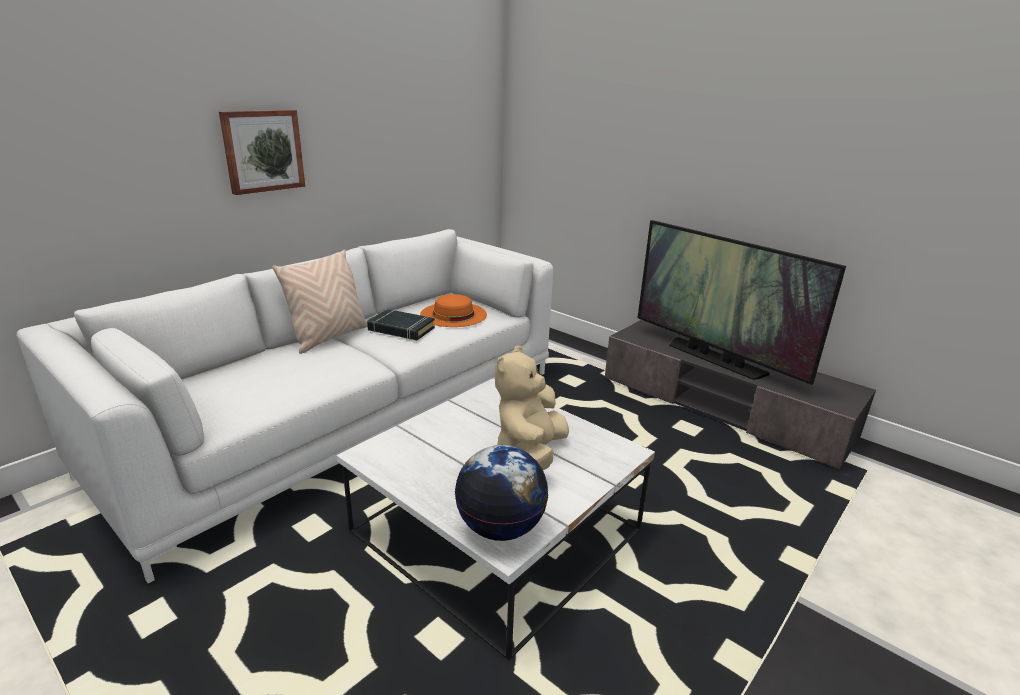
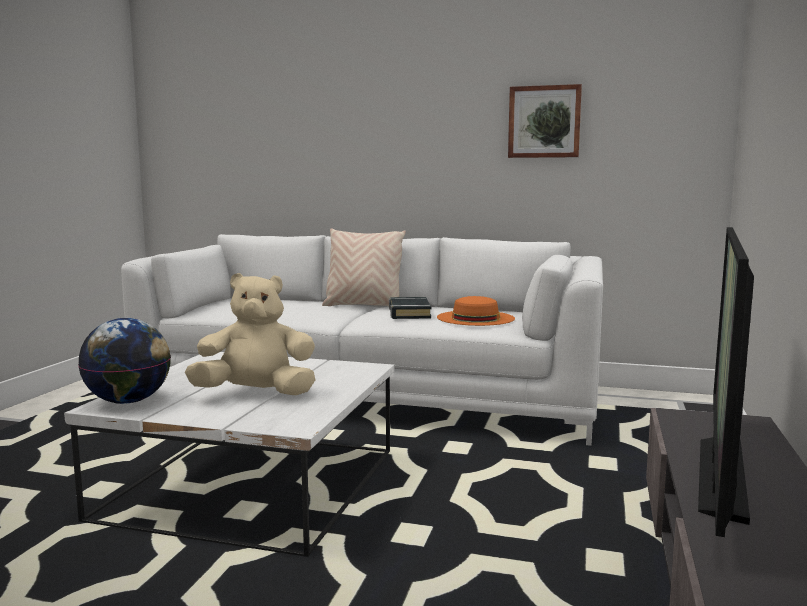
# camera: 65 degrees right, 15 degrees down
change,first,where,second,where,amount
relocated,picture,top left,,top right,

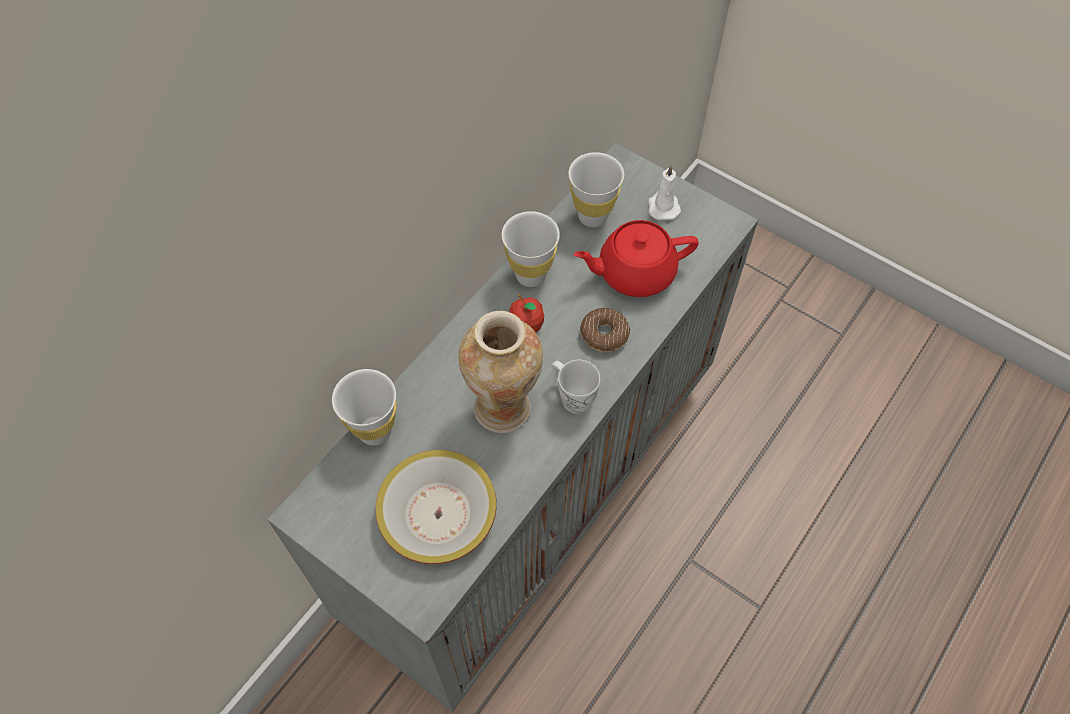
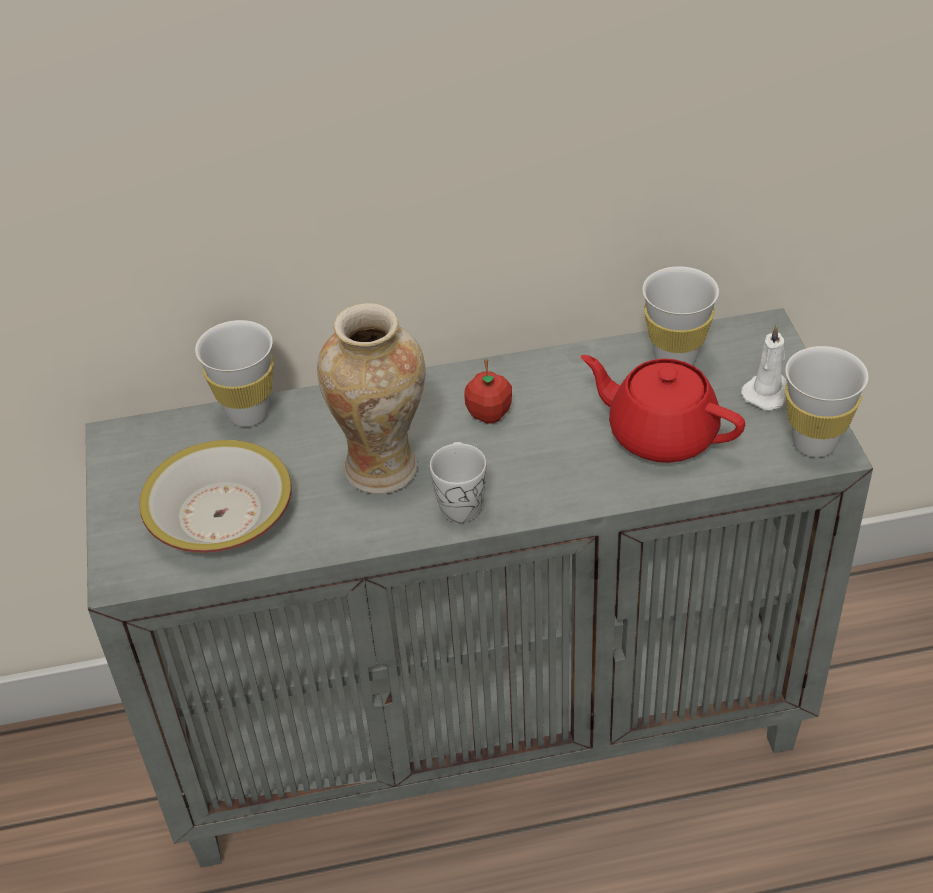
# camera: 45 degrees right, 15 degrees down
change,first,where,second,where,amount
relocated,whitish cup (no. 2 from left in the first image),centre,whitish cup (no. 3 from left),middle right,
missing,donut,centre,,,

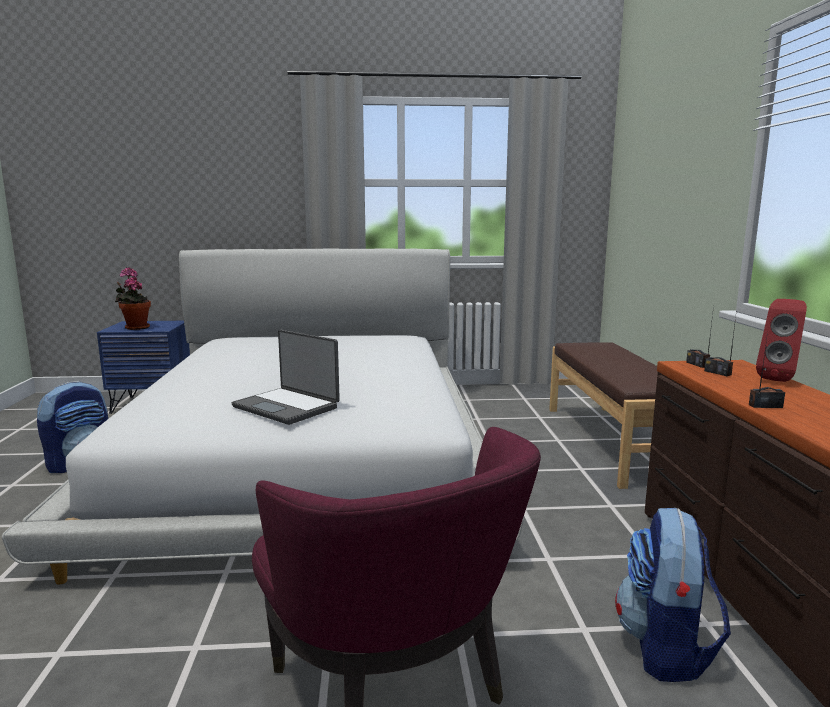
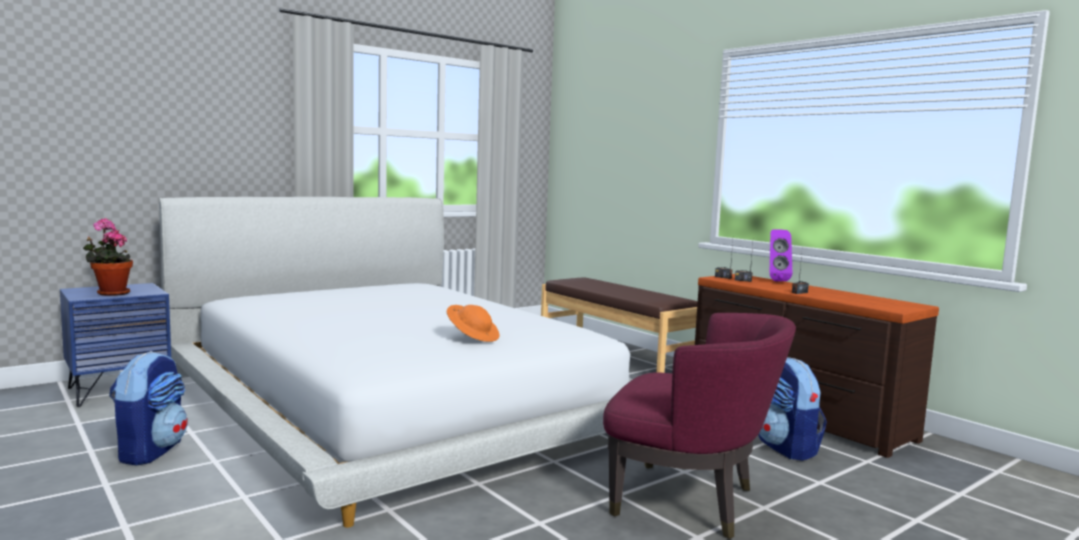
# camera: 35 degrees left, 5 degrees down
change,first,where,second,where,amount
exchanged,portable computer,centre,orange clothing hat,centre,
colour,red audio speaker,middle right,purple-coloured audio speaker,middle right,

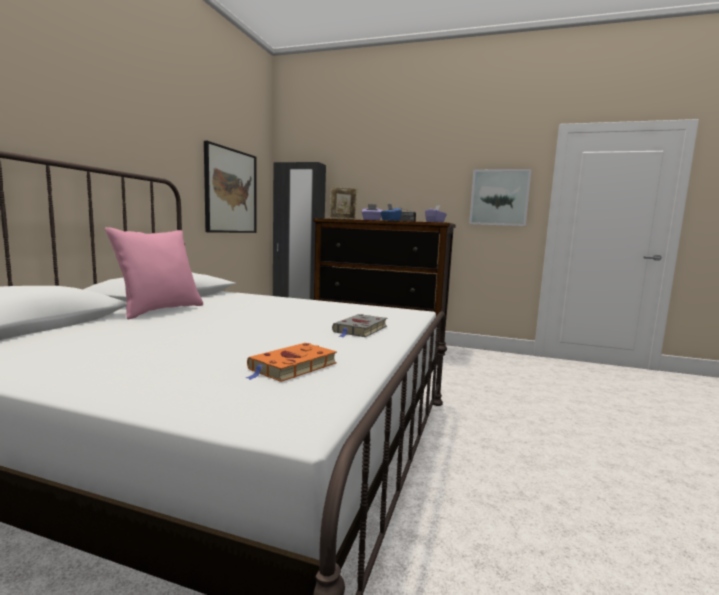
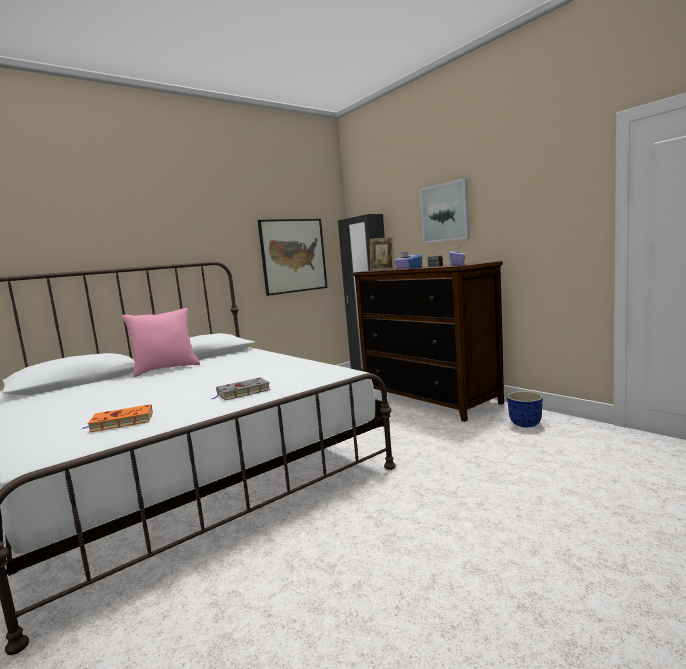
# camera: 35 degrees right, 0 degrees up
change,first,where,second,where,amount
relocated,picture (no. 2 from left),top right,,top centre,
appeared,,,plant pot,middle right,

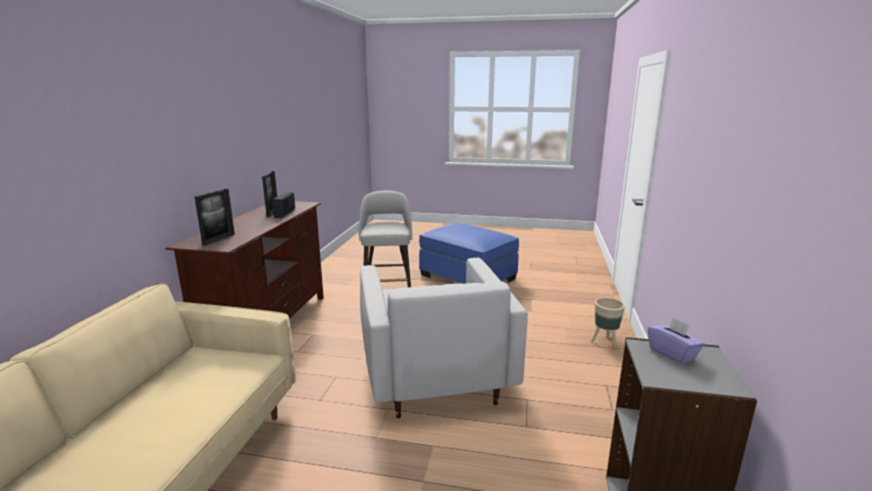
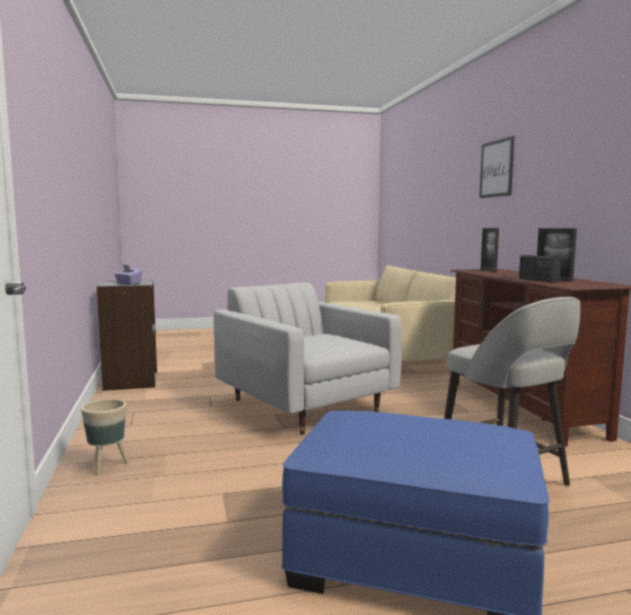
# camera: 155 degrees right, 10 degrees down
change,first,where,second,where,amount
appeared,,,picture,top right,

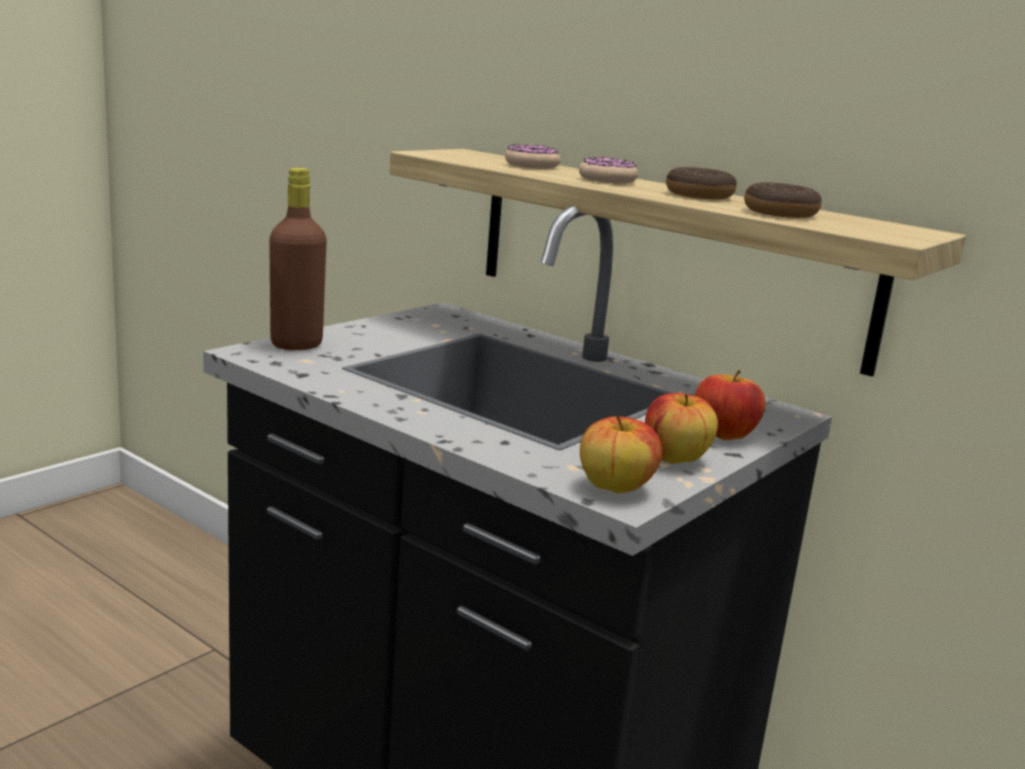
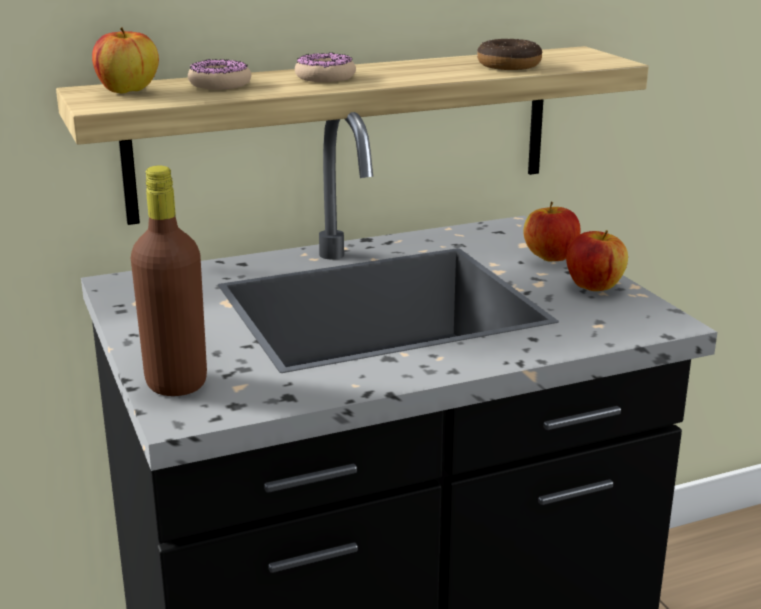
# camera: 60 degrees left, 5 degrees up
change,first,where,second,where,amount
relocated,apple (no. 1 from left),centre,,top left,
missing,donut (no. 3 from left),top right,,,

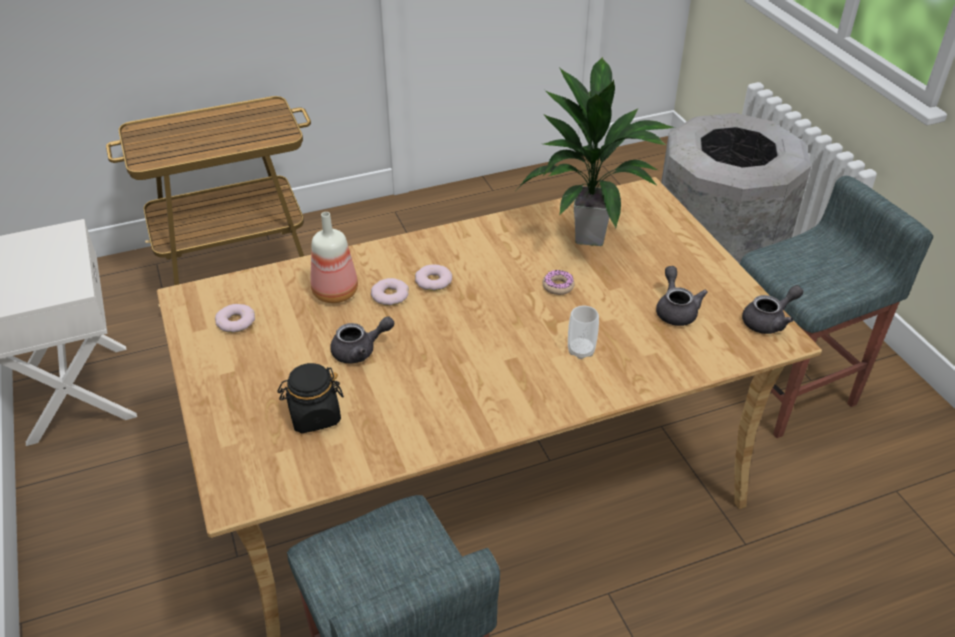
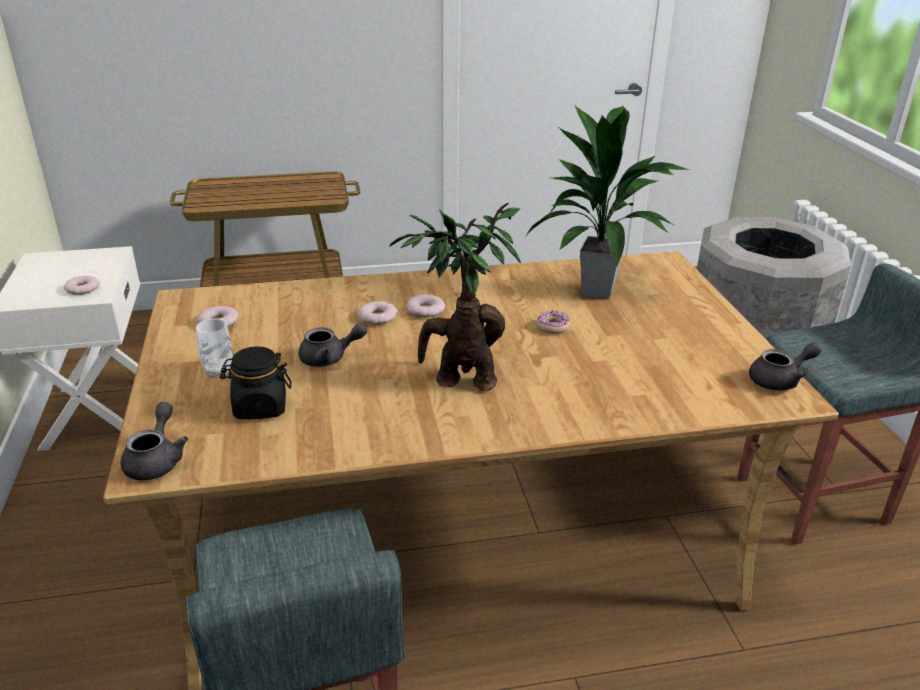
# camera: 10 degrees right, 10 degrees down
change,first,where,second,where,amount
missing,beverage bottle,centre,,,
relocated,cup,centre,,middle left,
relocated,greyish tea pot (no. 2 from left in the first image),middle right,greyish tea pot (no. 1 from left),middle left,
appeared,,,donut (no. 1 from left),middle left,
appeared,,,plant in a pot (no. 1 from left),centre,

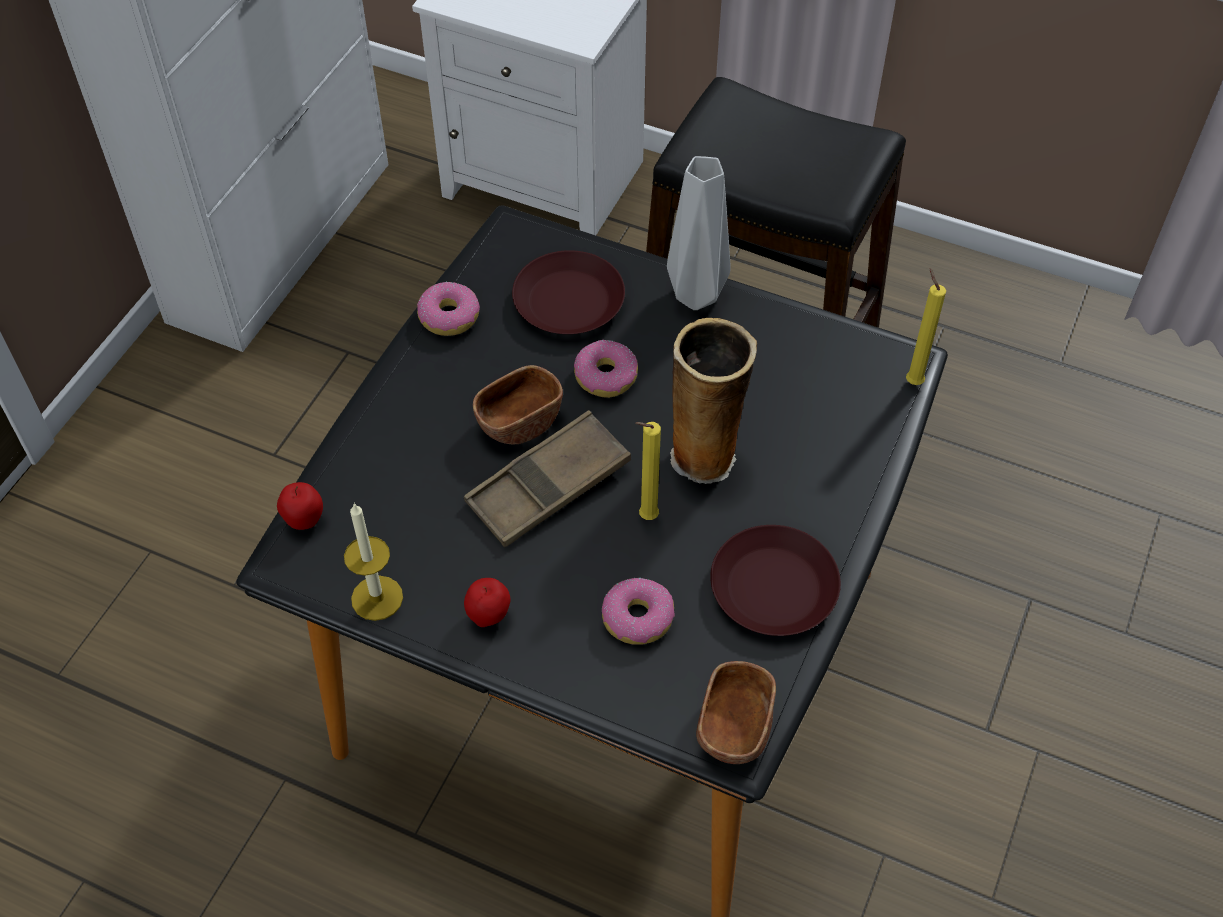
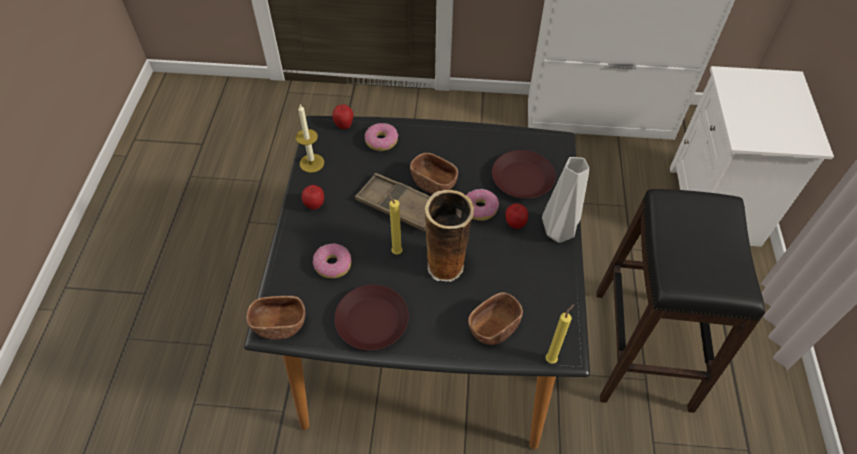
# camera: 70 degrees right, 0 degrees up
change,first,where,second,where,amount
relocated,donut (no. 1 from left in the first image),centre,donut (no. 2 from left),top centre,
appeared,,,brownish serving bowl (no. 3 from left),bottom centre,
appeared,,,apple (no. 3 from left),centre,

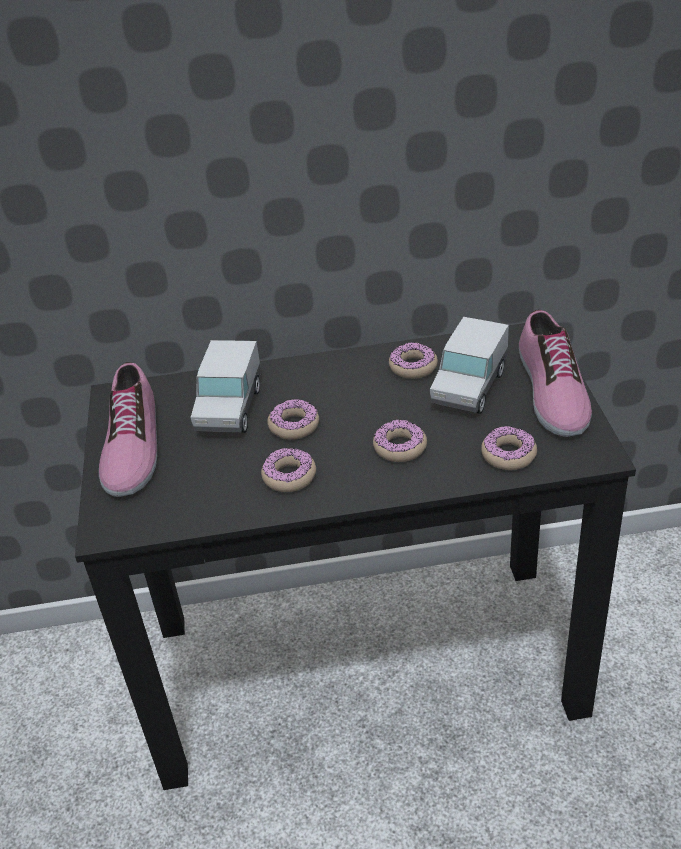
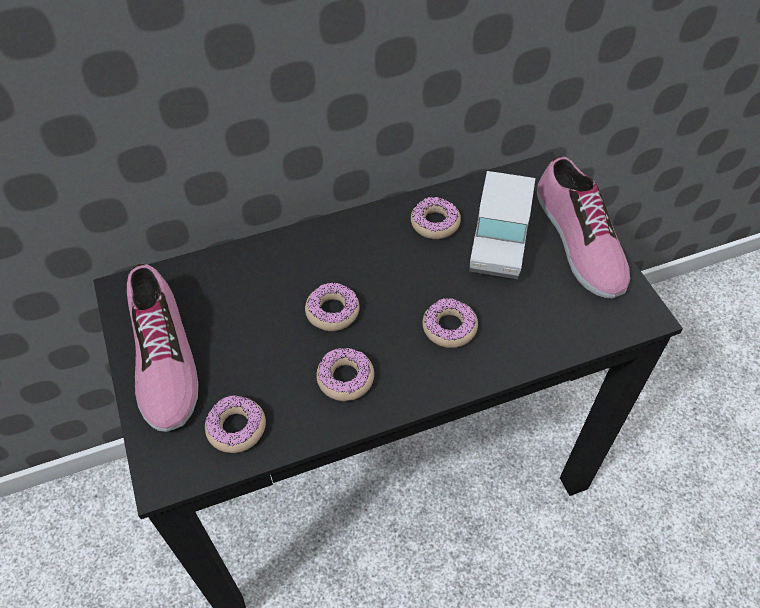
# camera: 15 degrees left, 15 degrees up
change,first,where,second,where,amount
missing,toy lorry (no. 1 from left),middle left,,,
relocated,donut (no. 5 from left in the first image),middle right,donut (no. 1 from left),bottom left,

